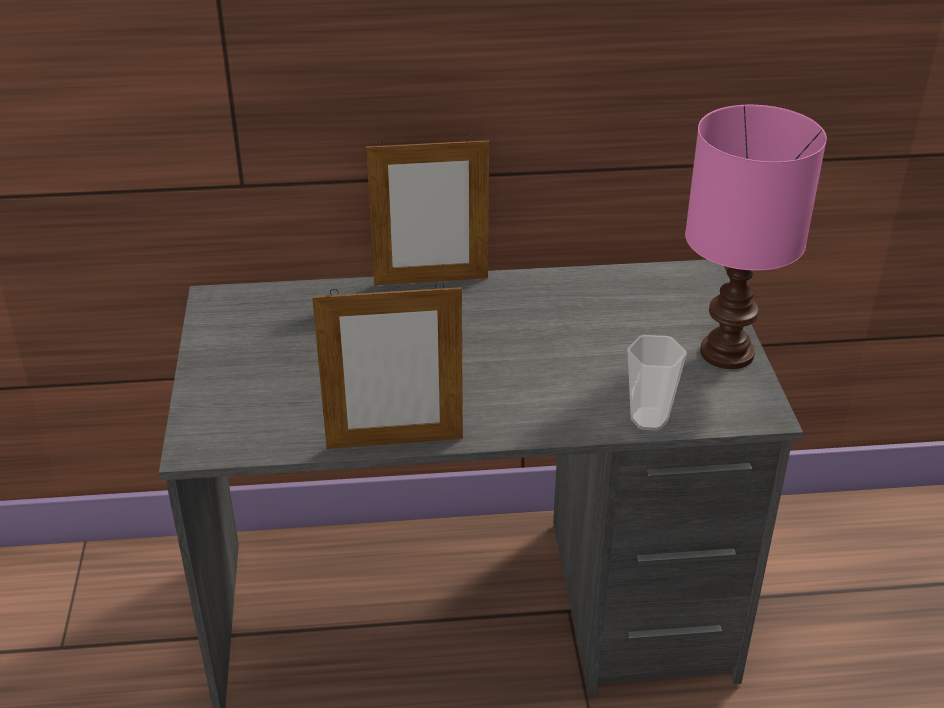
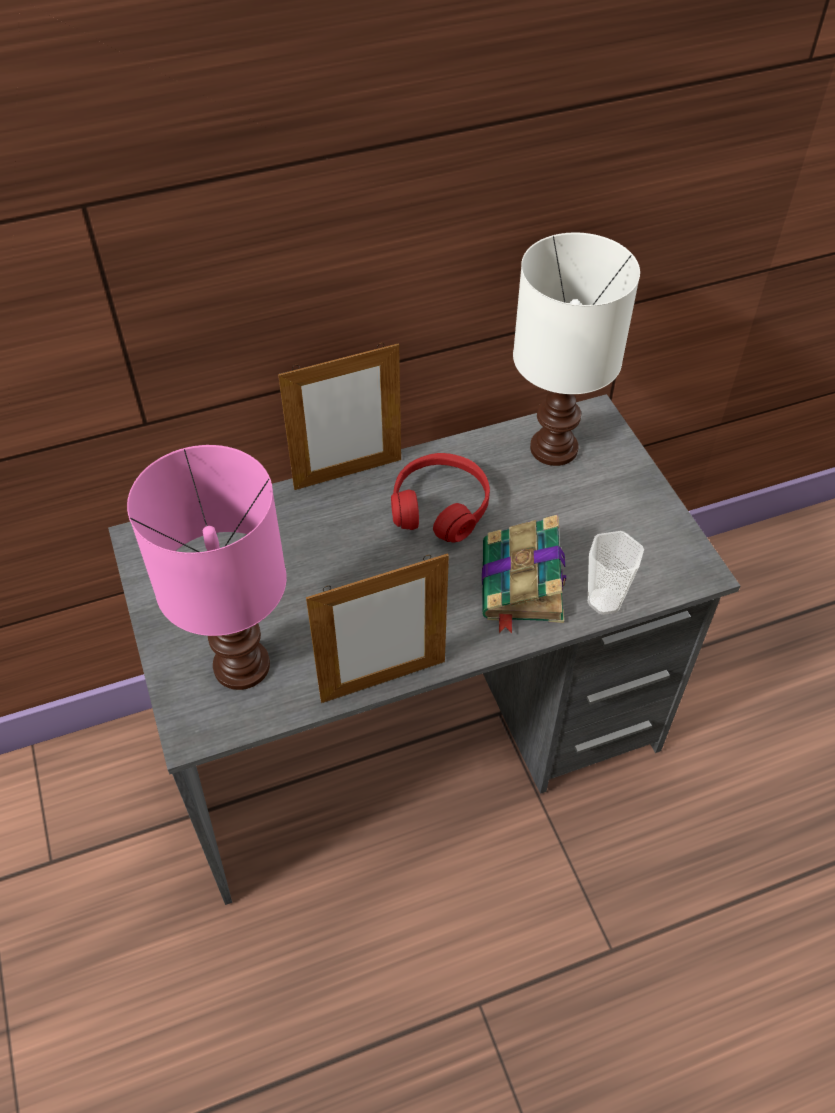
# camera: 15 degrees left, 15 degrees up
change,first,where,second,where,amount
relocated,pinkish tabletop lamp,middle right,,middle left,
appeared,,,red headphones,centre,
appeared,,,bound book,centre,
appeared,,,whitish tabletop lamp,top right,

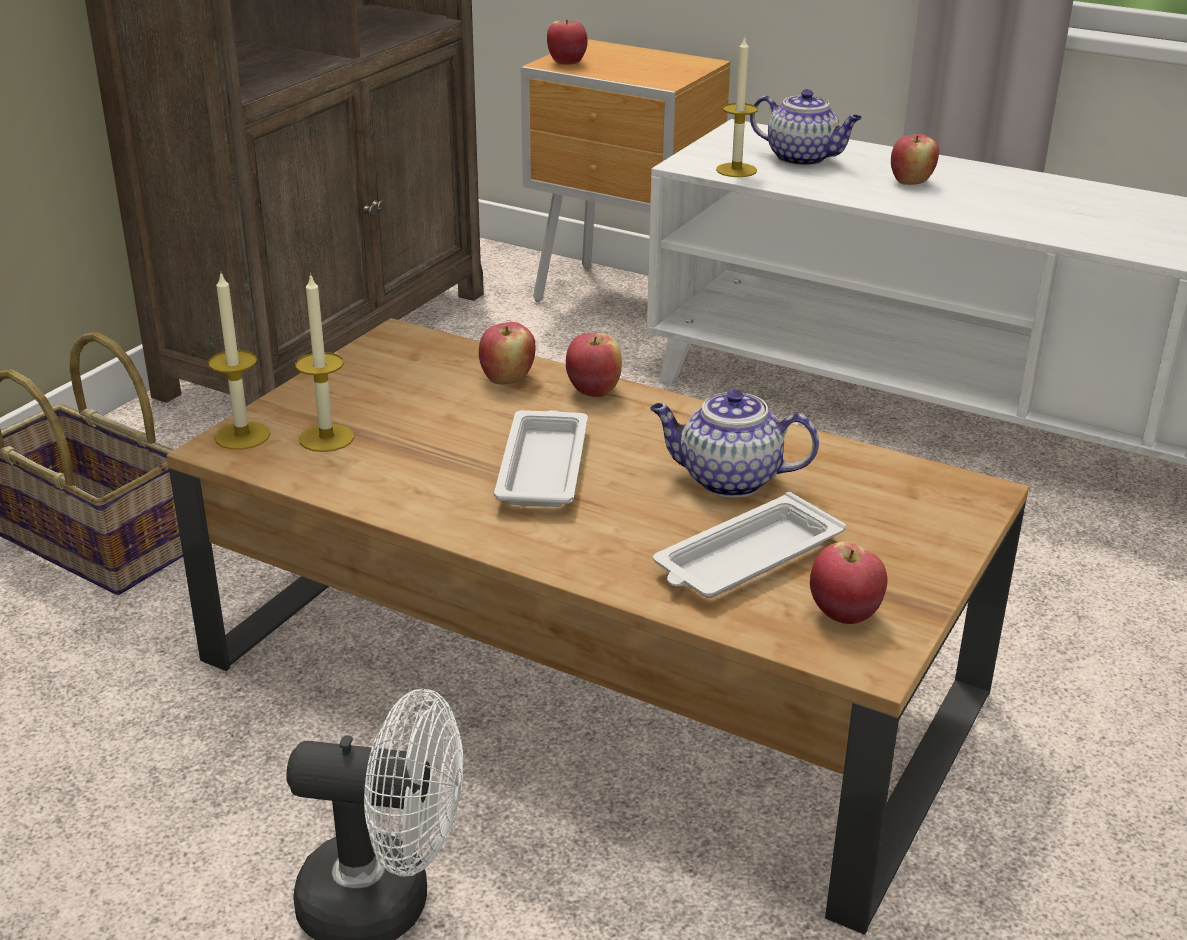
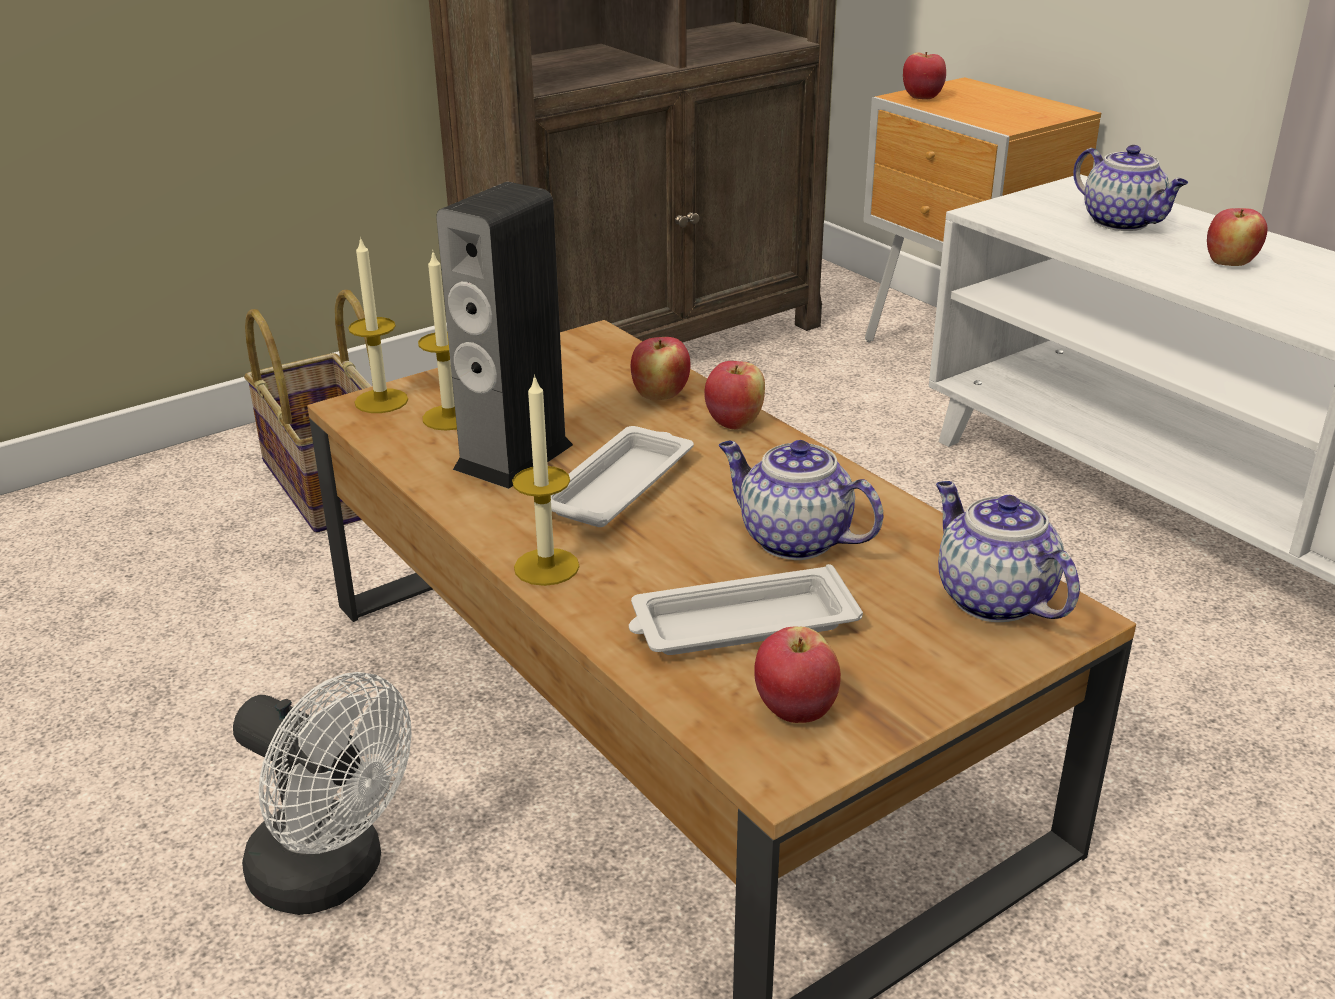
# camera: 25 degrees right, 0 degrees up
change,first,where,second,where,amount
relocated,wax candle (no. 3 from left),top centre,,centre,
appeared,,,audio speaker,centre,
appeared,,,tea pot (no. 2 from left),middle right,

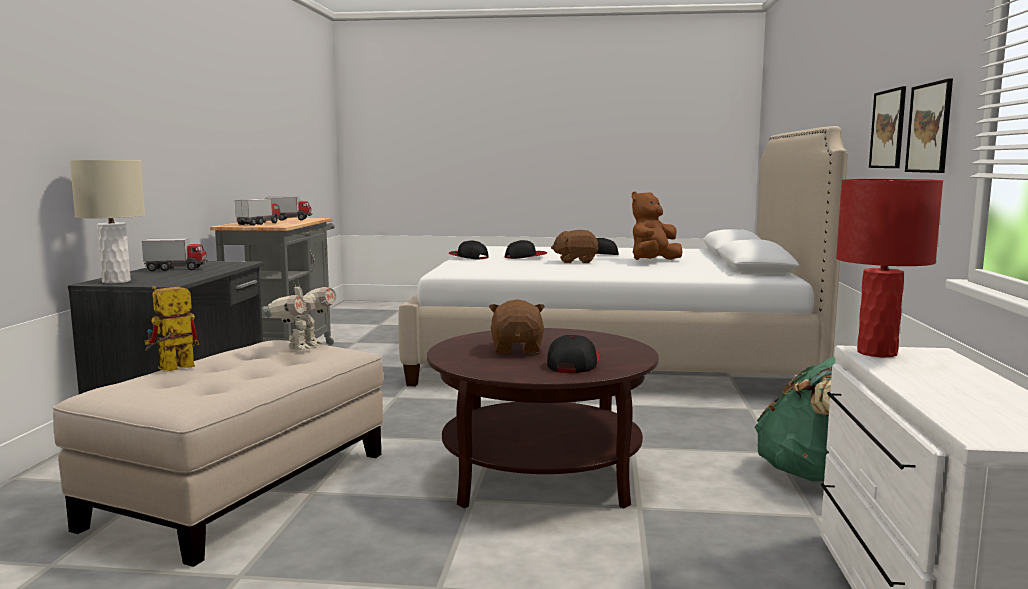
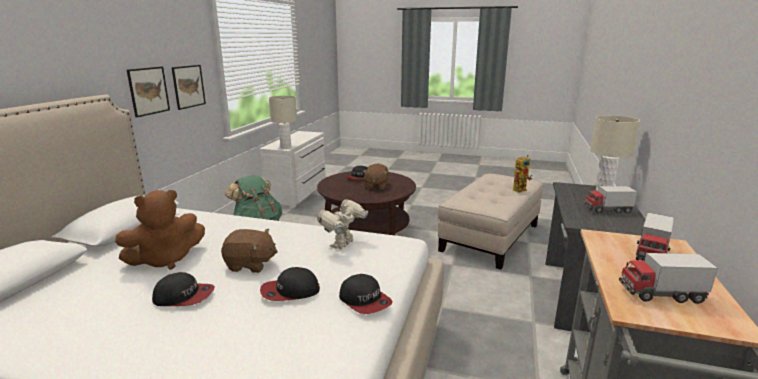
# camera: 170 degrees left, 10 degrees up
change,first,where,second,where,amount
relocated,robot figure (no. 2 from left in the first image),middle left,robot figure (no. 1 from left),centre,
colour,red tabletop lamp,middle right,sand-coloured tabletop lamp (no. 1 from left),top centre,

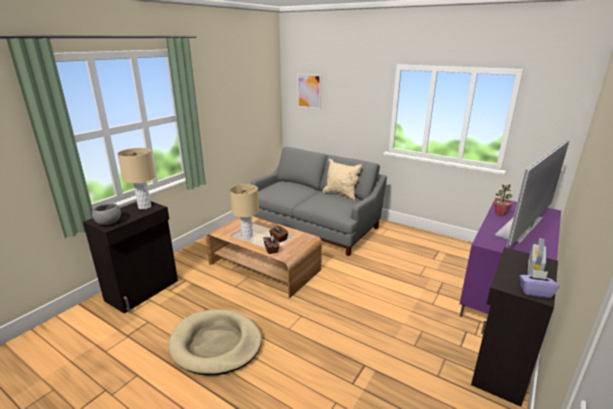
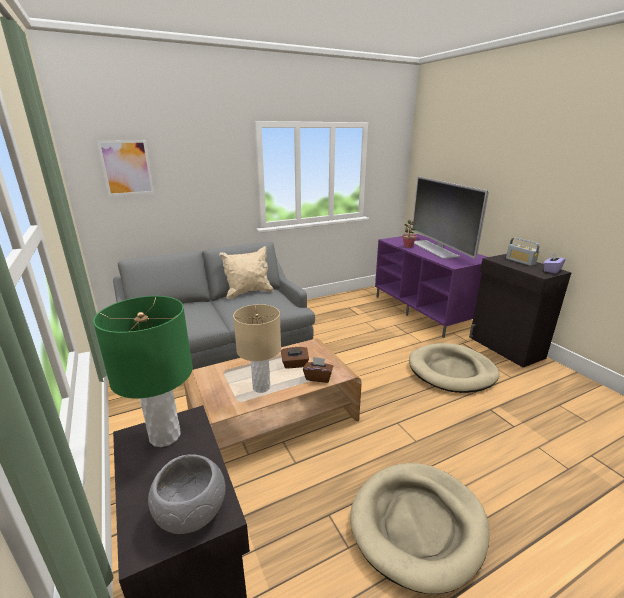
# camera: 60 degrees left, 0 degrees up
change,first,where,second,where,amount
colour,sand-coloured tabletop lamp (no. 1 from left),middle left,greenish tabletop lamp,middle left,
appeared,,,sand-coloured pet bed (no. 2 from left),middle right,

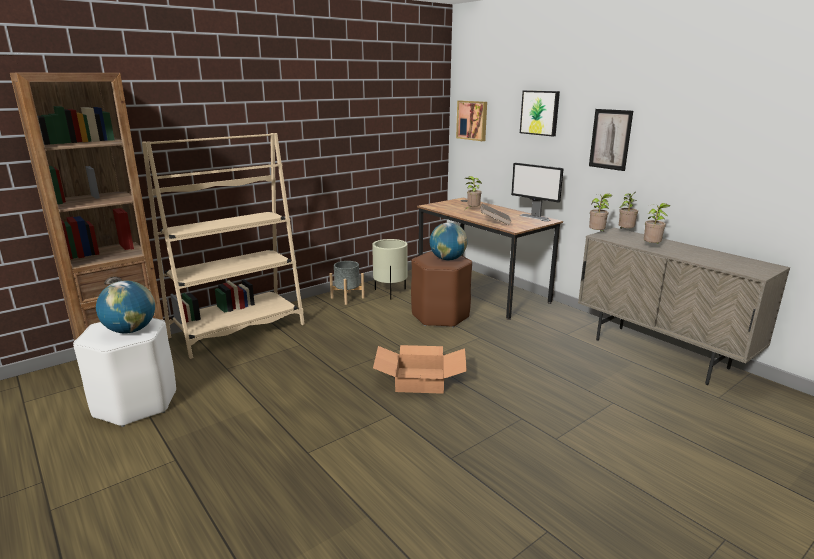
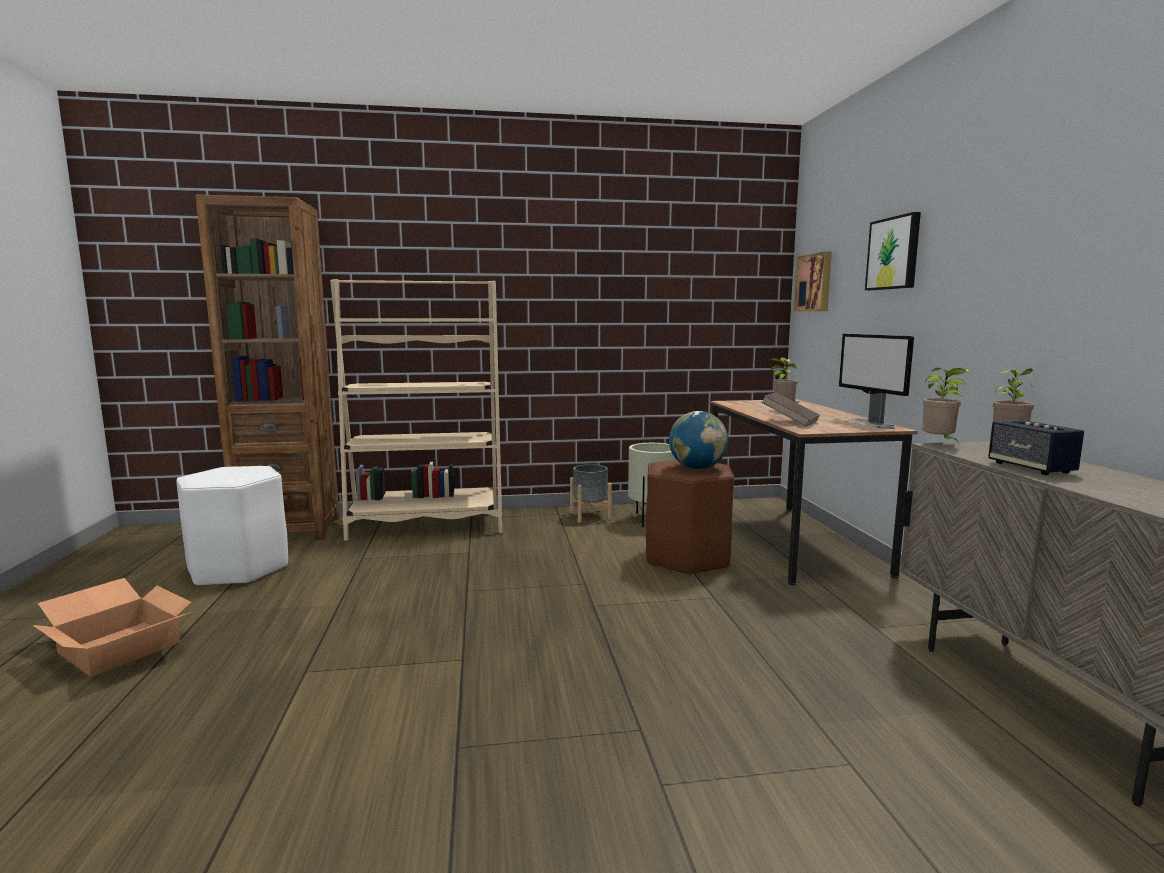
# camera: 30 degrees right, 10 degrees down
change,first,where,second,where,amount
missing,world globe (no. 1 from left),middle left,,,
relocated,packing box,centre,,bottom left,
missing,picture (no. 3 from left),top right,,,
exchanged,plant in a pot (no. 4 from left),middle right,audio speaker,middle right,

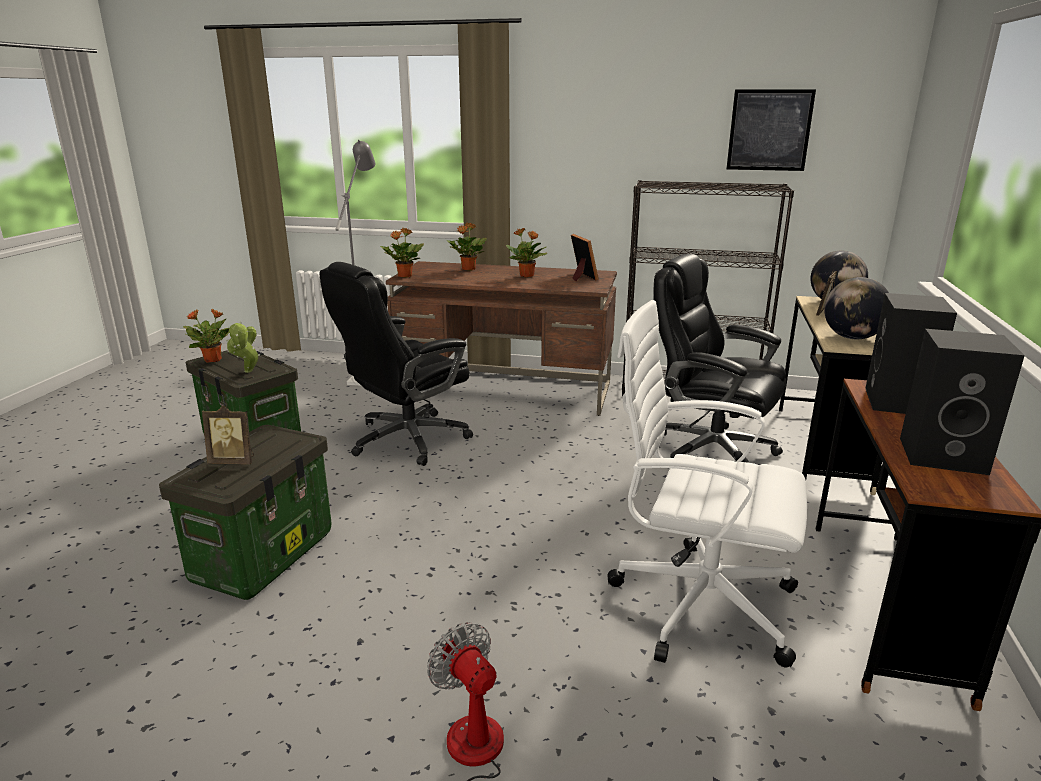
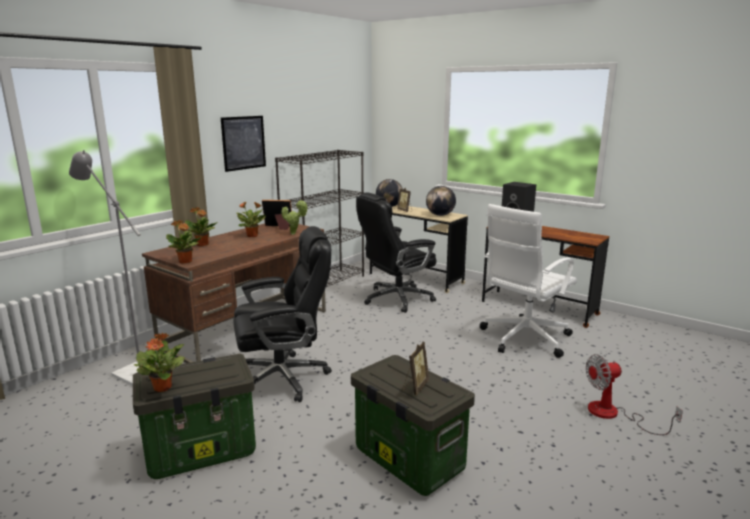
# camera: 65 degrees left, 5 degrees down
change,first,where,second,where,amount
relocated,plant in a pot (no. 2 from left in the first image),middle left,plant in a pot (no. 5 from left),centre,
spun,black desk chair (no. 1 from left),centre,,centre,90 degrees counterclockwise
relocated,picture,top right,,top left,
missing,black audio speaker (no. 2 from left),middle right,,,

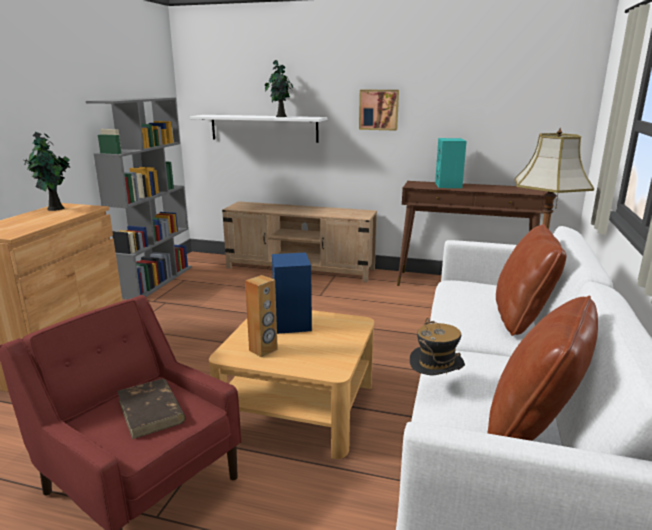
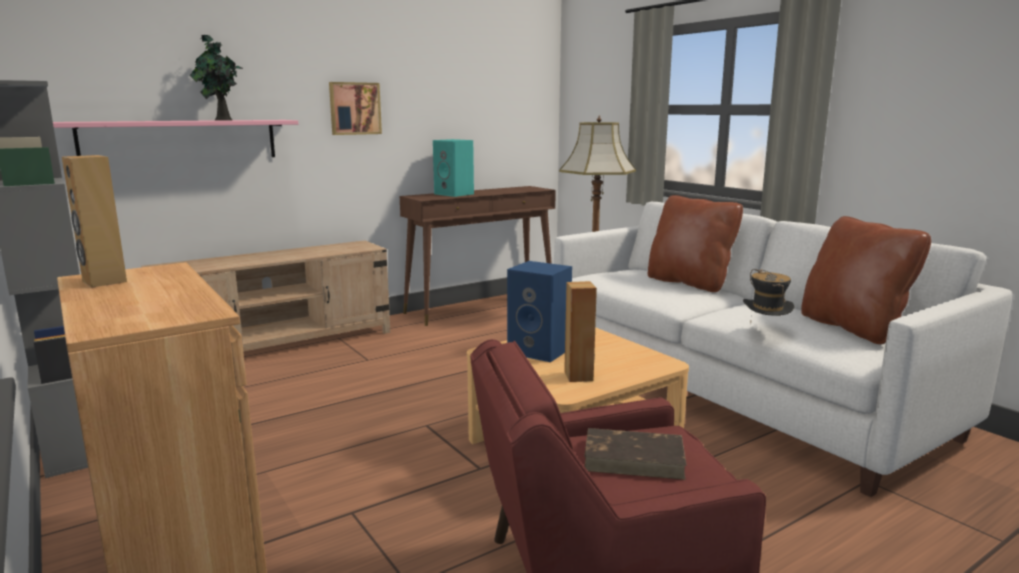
# camera: 50 degrees left, 5 degrees down
change,first,where,second,where,amount
exchanged,plant in a pot (no. 1 from left),top left,brownish audio speaker (no. 1 from left),middle left,
colour,whitish bracket shelf,top centre,pinkish bracket shelf,top left,

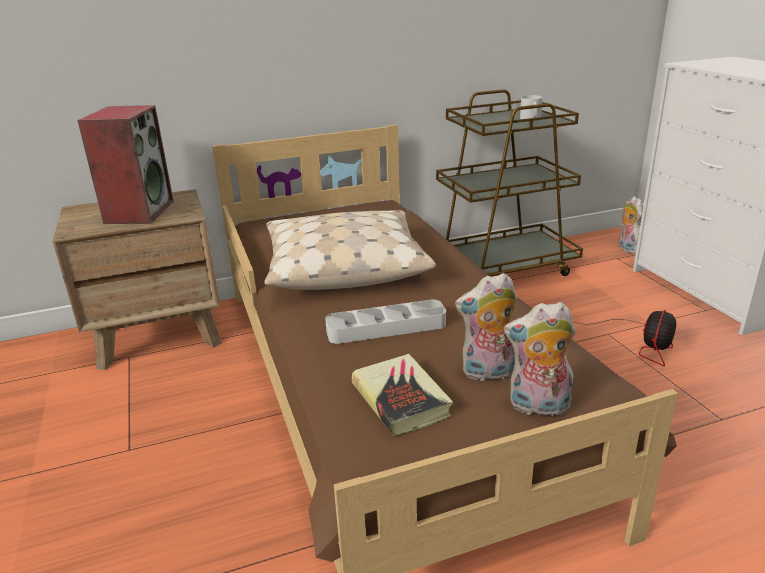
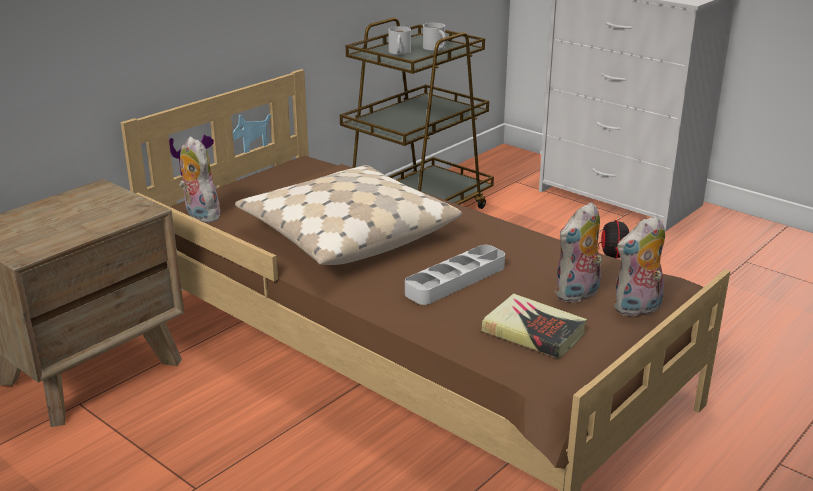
# camera: 30 degrees left, 0 degrees up
change,first,where,second,where,amount
missing,audio speaker,top left,,,
relocated,plush toy (no. 3 from left in the first image),middle right,plush toy (no. 1 from left),middle left,
appeared,,,whitish tea mug (no. 1 from left),top centre,

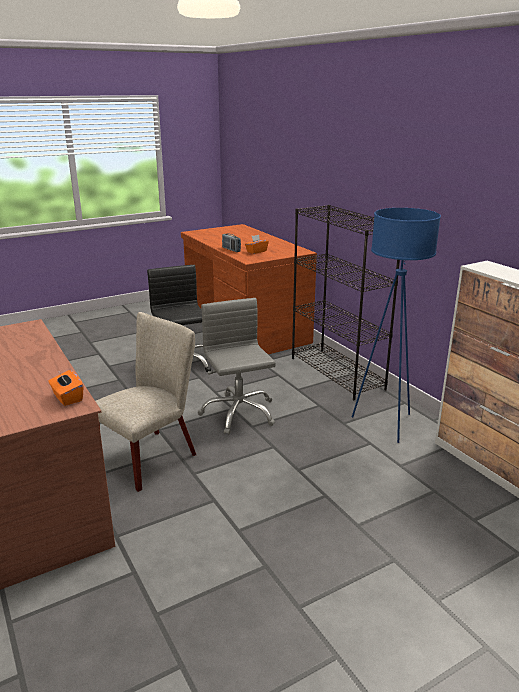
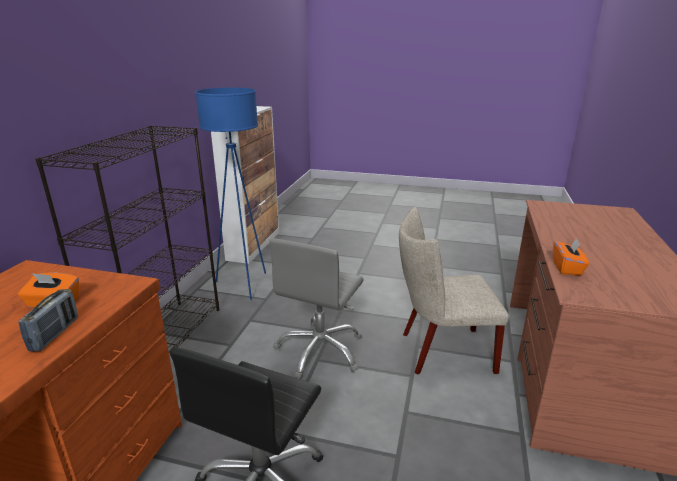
# camera: 135 degrees left, 0 degrees up
change,first,where,second,where,amount
relocated,orange tissue holder (no. 1 from left in the first image),middle left,orange tissue holder (no. 2 from left),middle right,

